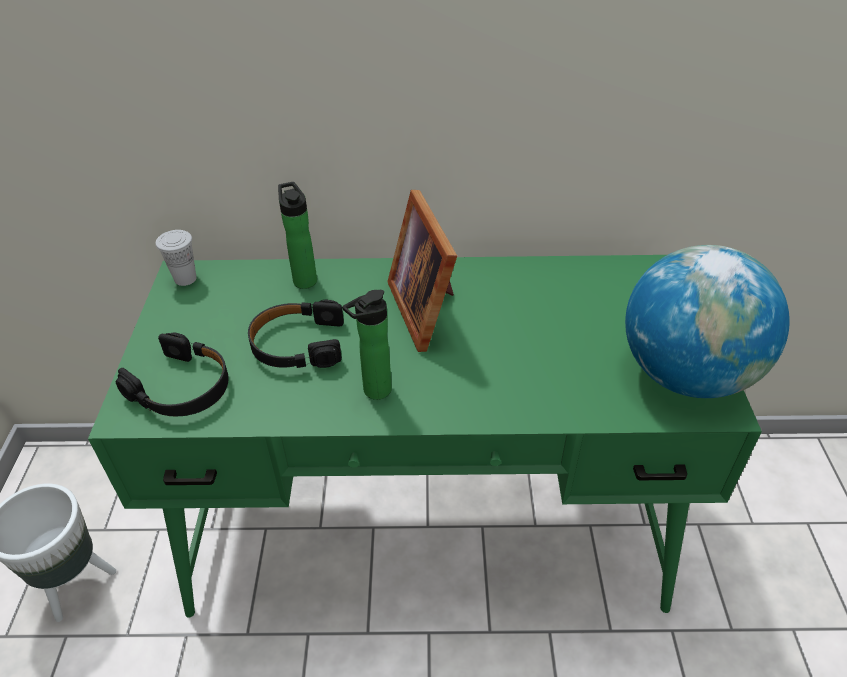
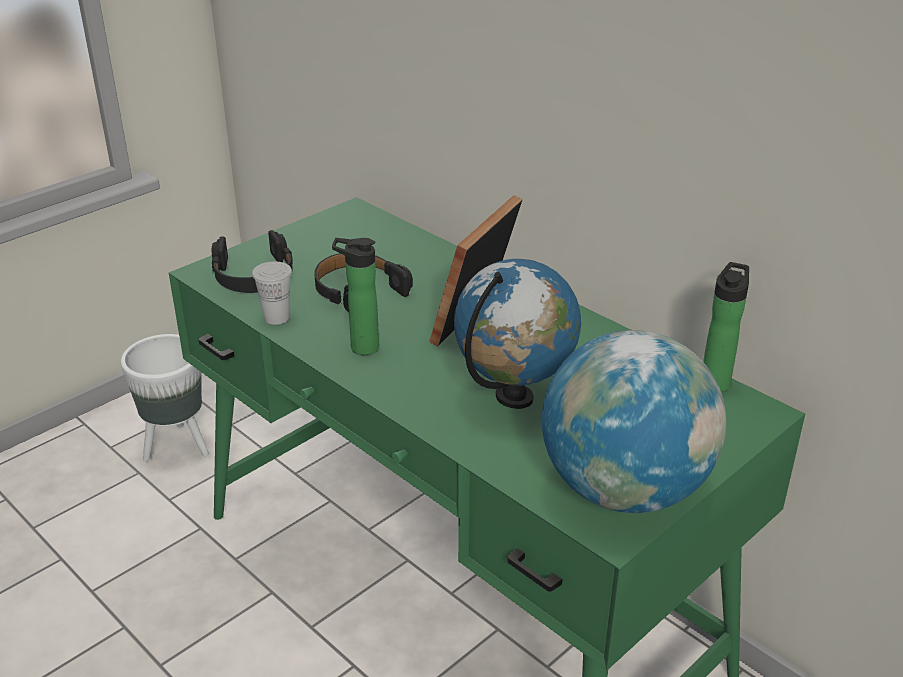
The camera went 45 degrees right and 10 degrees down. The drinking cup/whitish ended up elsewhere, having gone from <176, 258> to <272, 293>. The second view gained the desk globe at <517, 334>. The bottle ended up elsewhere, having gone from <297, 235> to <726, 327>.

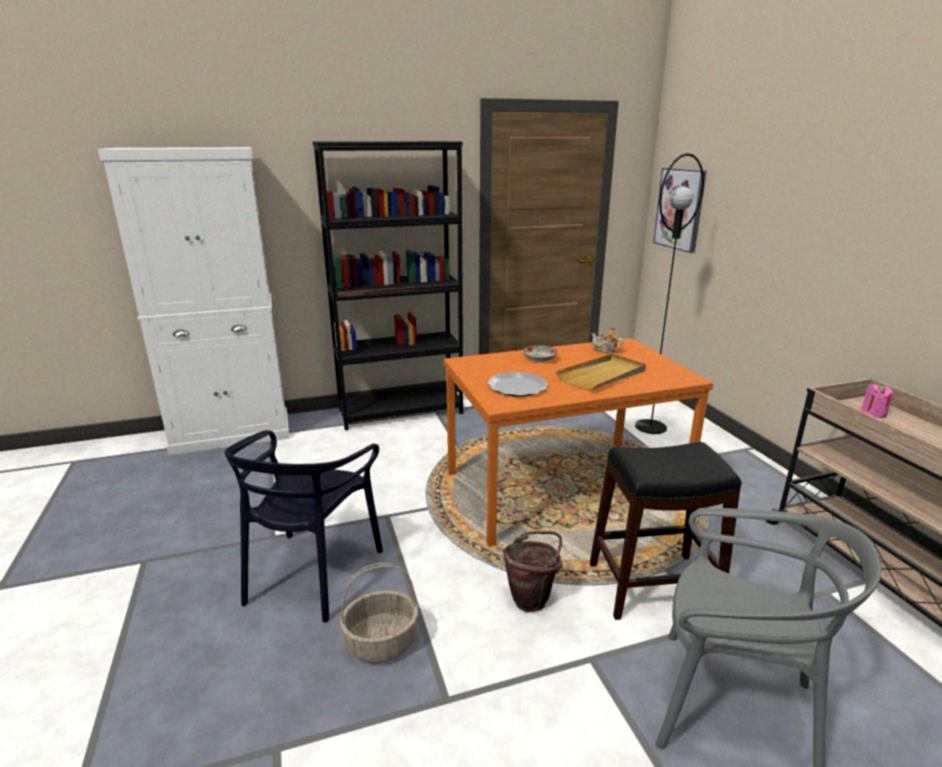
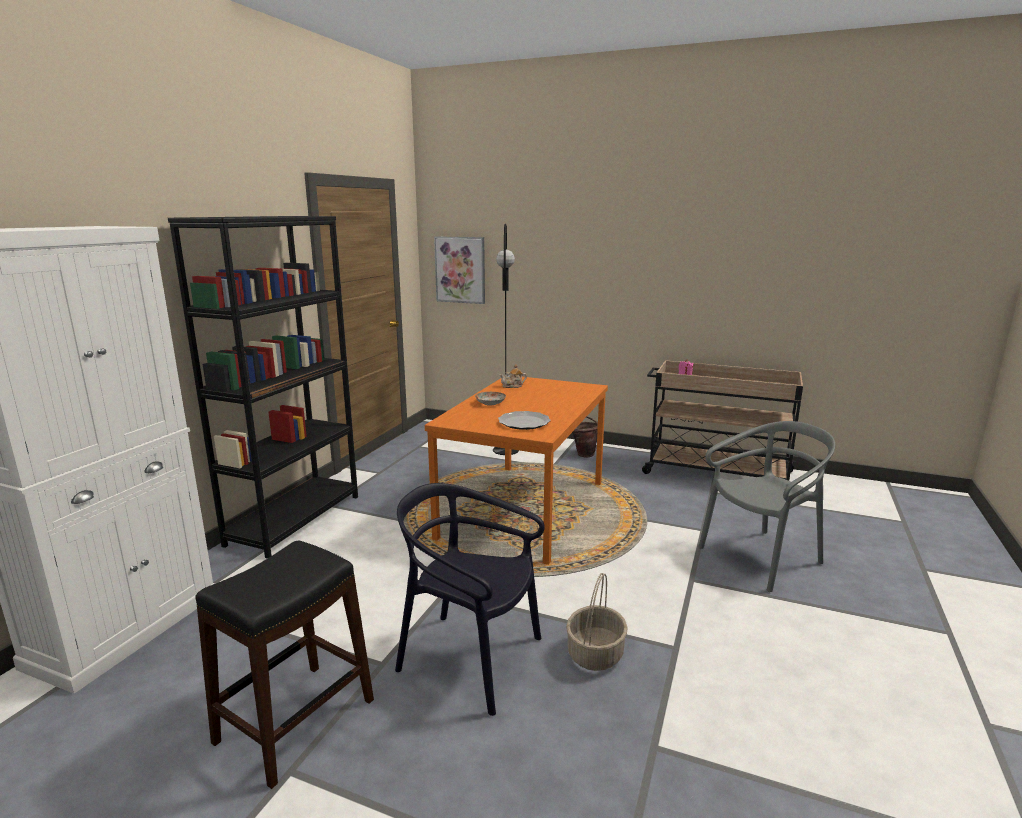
The camera went 50 degrees left and 5 degrees down. The stool seat/black ended up elsewhere, having gone from <666, 531> to <284, 665>. The chair/black at <304, 526> ended up facing another way, 150 degrees clockwise from before. The pail/brownish ended up elsewhere, having gone from <532, 571> to <585, 436>. The second view lost the serving tray/beige at <601, 372>.

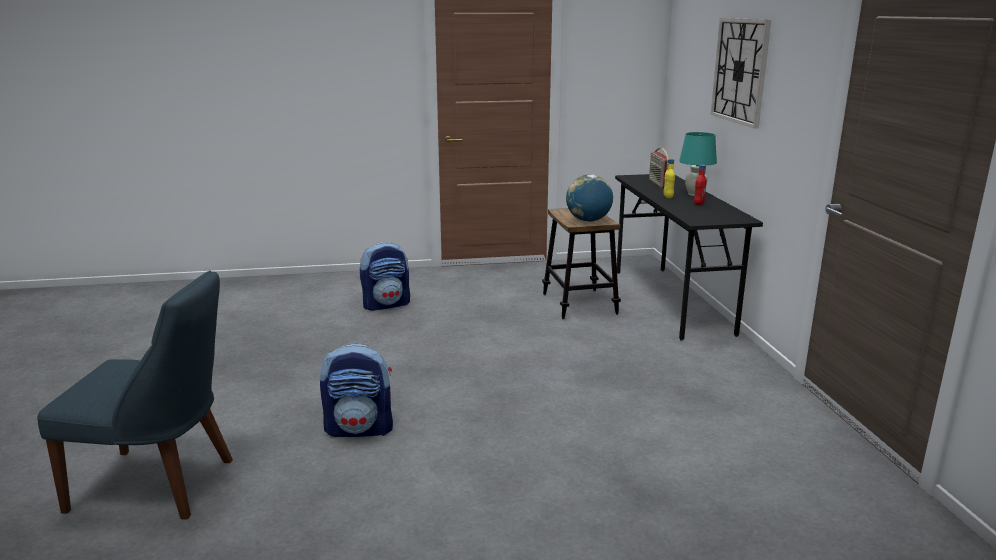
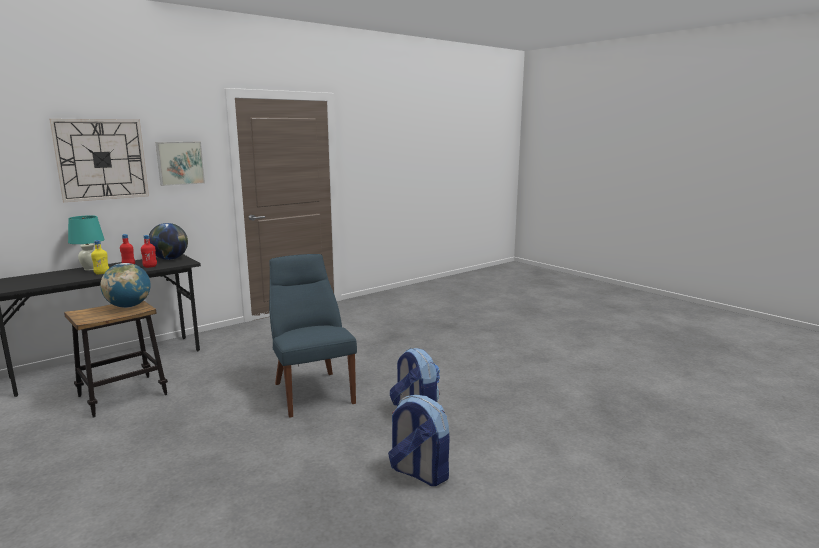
The camera went 120 degrees left and 5 degrees down. The second view gained the bottle/red-coloured at <149, 251>. The second view gained the desk globe at <168, 241>. The second view gained the wall picture at <180, 164>. The chair/blue-coloured ended up elsewhere, having gone from <135, 395> to <313, 336>. The backpack ended up elsewhere, having gone from <385, 276> to <418, 440>. The second view lost the radio receiver at <659, 168>.

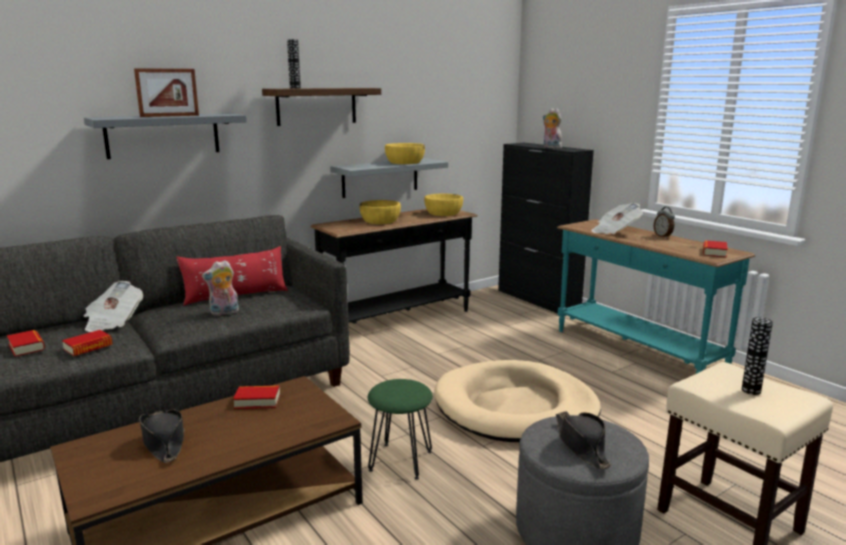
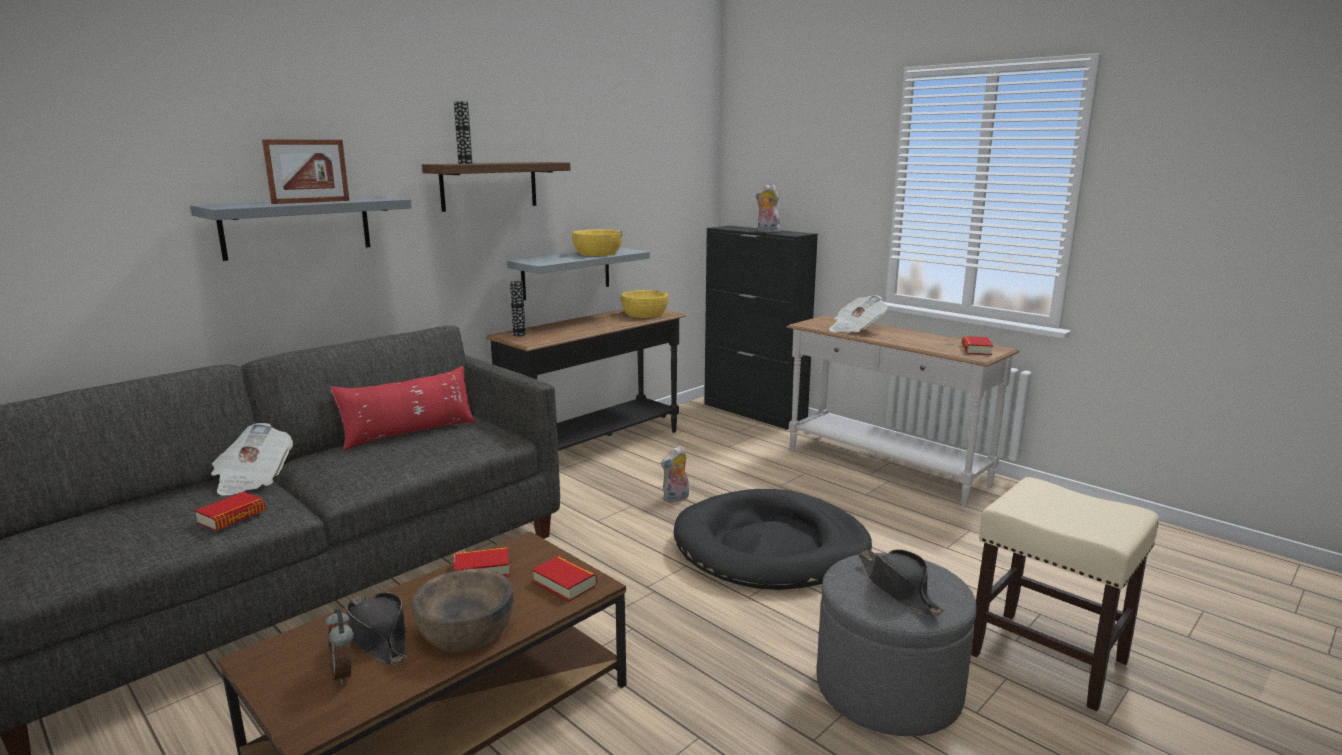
The camera went 10 degrees left and 0 degrees up. The table clock ended up elsewhere, having gone from <664, 222> to <339, 647>. The second view gained the bowl/brownish at <463, 610>. The flower vase ended up elsewhere, having gone from <757, 356> to <518, 308>. The book ended up elsewhere, having gone from <26, 343> to <564, 579>. The soft toy ended up elsewhere, having gone from <220, 288> to <675, 474>. What was the pet bed/beige at <517, 401> turned into the pet bed/black at <773, 539>. What was the narrow table/turquoise-coloured at <656, 296> turned into the narrow table/whitish at <902, 410>. The second view lost the bowl/yellowish at <380, 212>. The second view lost the stool seat/green at <400, 429>.

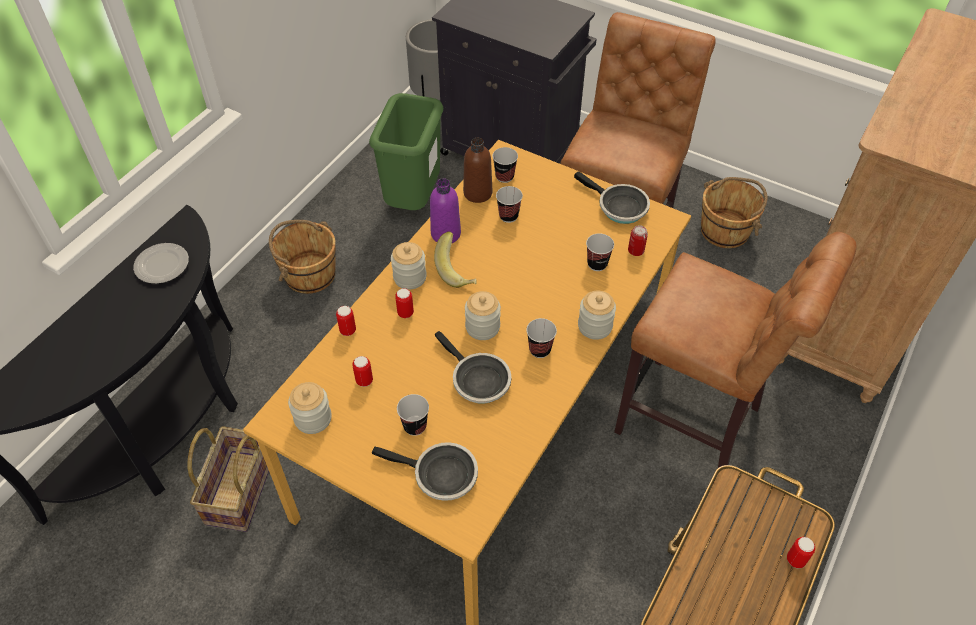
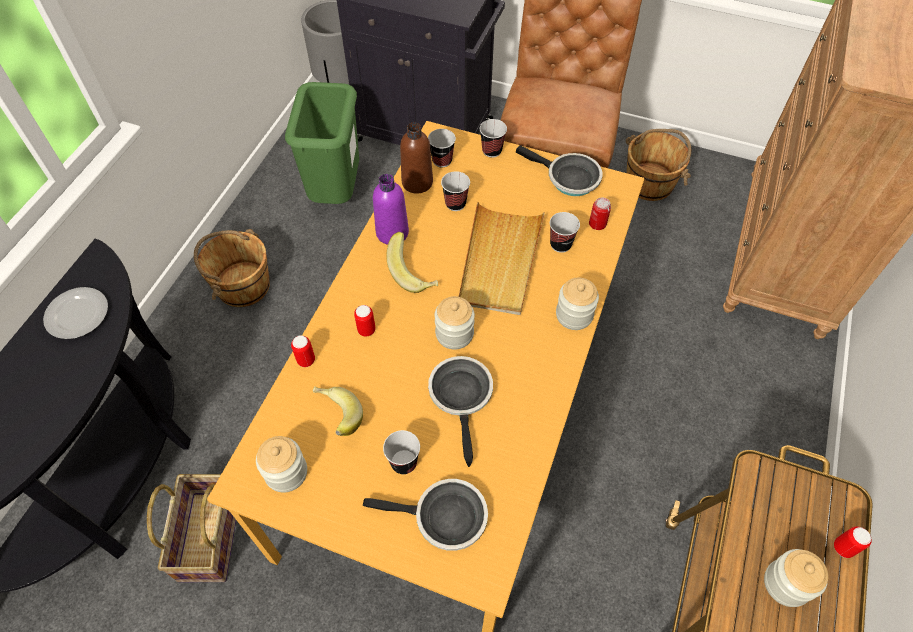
The camera went 10 degrees left and 5 degrees up. Where the sealed can stood at <362, 371>, the whole banana came to stand at <338, 411>. The skillet at <473, 367> ended up facing another way, 135 degrees counterclockwise from before. The second view gained the serving tray/beige at <502, 258>. The drinking cup ended up elsewhere, having gone from <541, 338> to <493, 138>. The preserve jar ended up elsewhere, having gone from <409, 266> to <796, 578>. The second view lost the stool seat/brownish at <735, 350>.

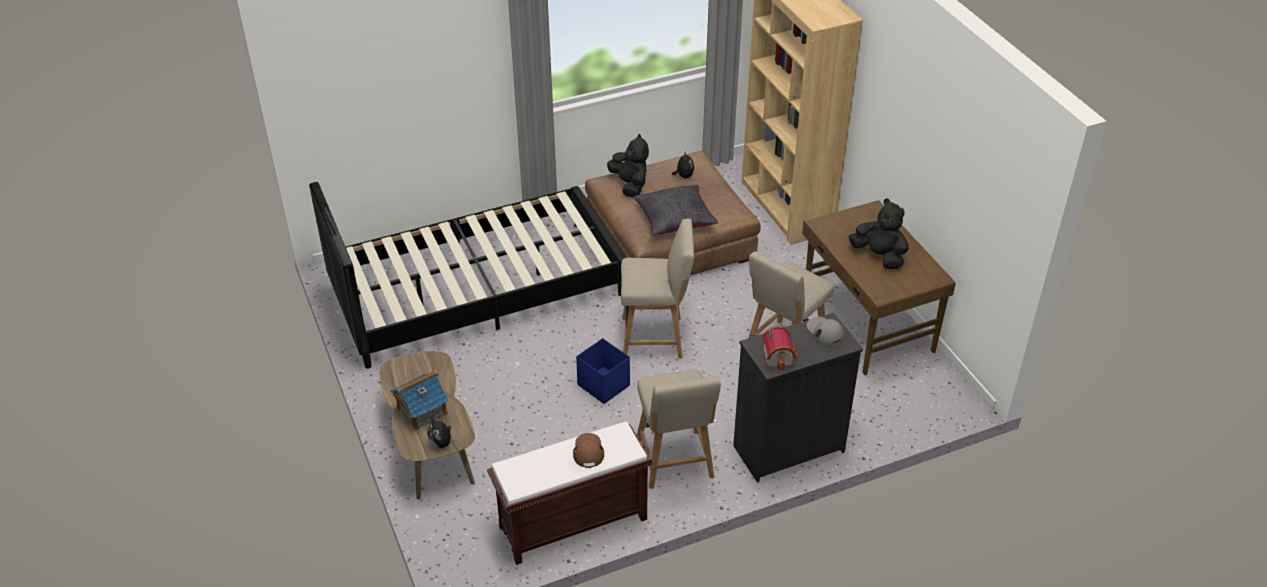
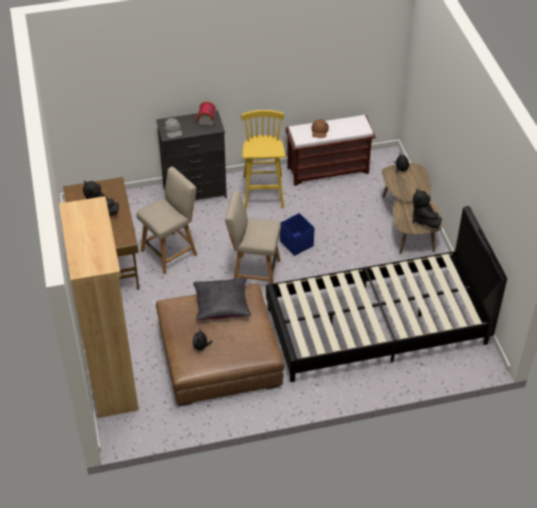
The camera went 170 degrees left and 5 degrees up. Where the chair/beige stood at <679, 429>, the stool seat/yellowish came to stand at <264, 159>. The soft toy/black ended up elsewhere, having gone from <628, 165> to <427, 208>. The second view lost the toy house at <420, 400>.

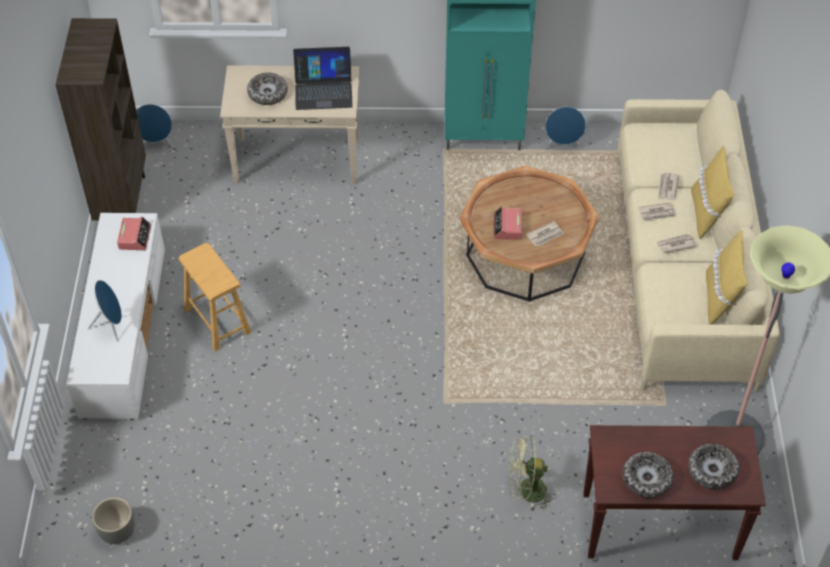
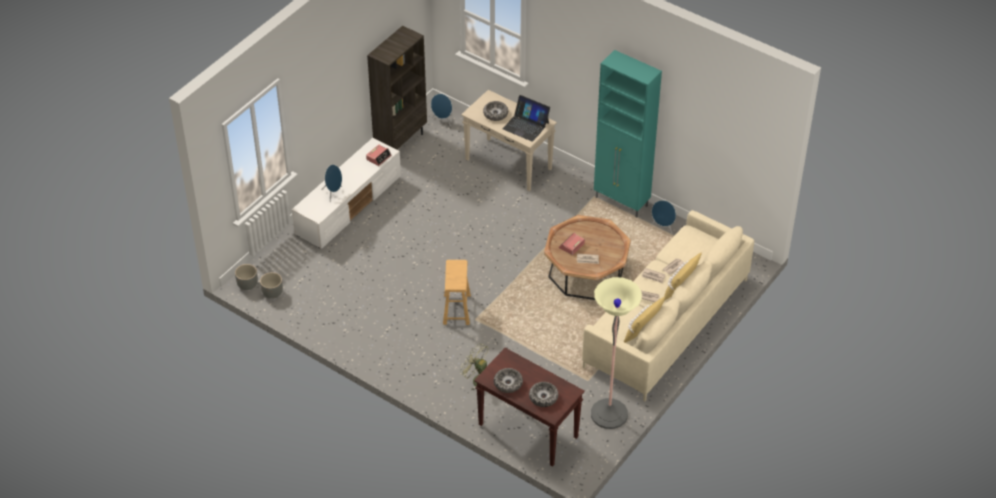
The camera went 35 degrees right and 5 degrees down. The second view gained the flower pot/greyish at <246, 277>. The stool seat/brownish ended up elsewhere, having gone from <214, 297> to <457, 292>.

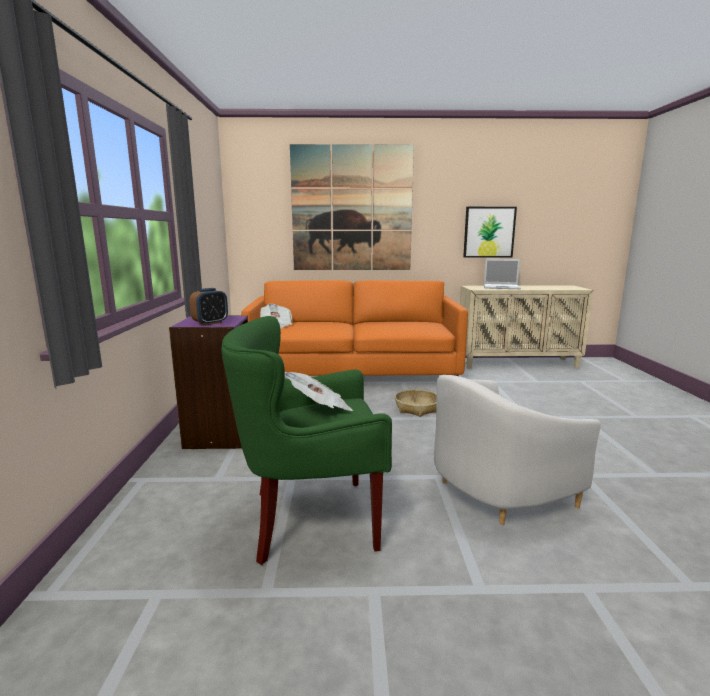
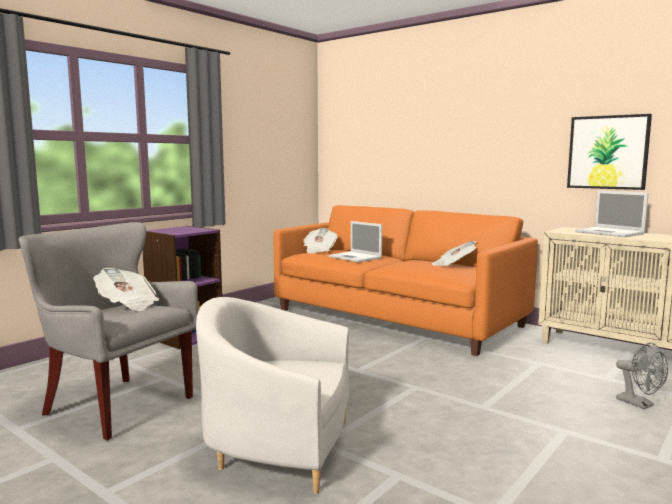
The camera went 40 degrees right and 5 degrees down. What was the easy chair/green at <306, 440> turned into the easy chair/greyish at <108, 331>. The second view gained the laptop at <355, 241>. The second view gained the newspaper at <454, 253>. The second view gained the fan/greyish at <642, 375>. The second view lost the table clock at <209, 306>. The second view lost the wall picture at <352, 207>. The second view lost the basket at <416, 403>.

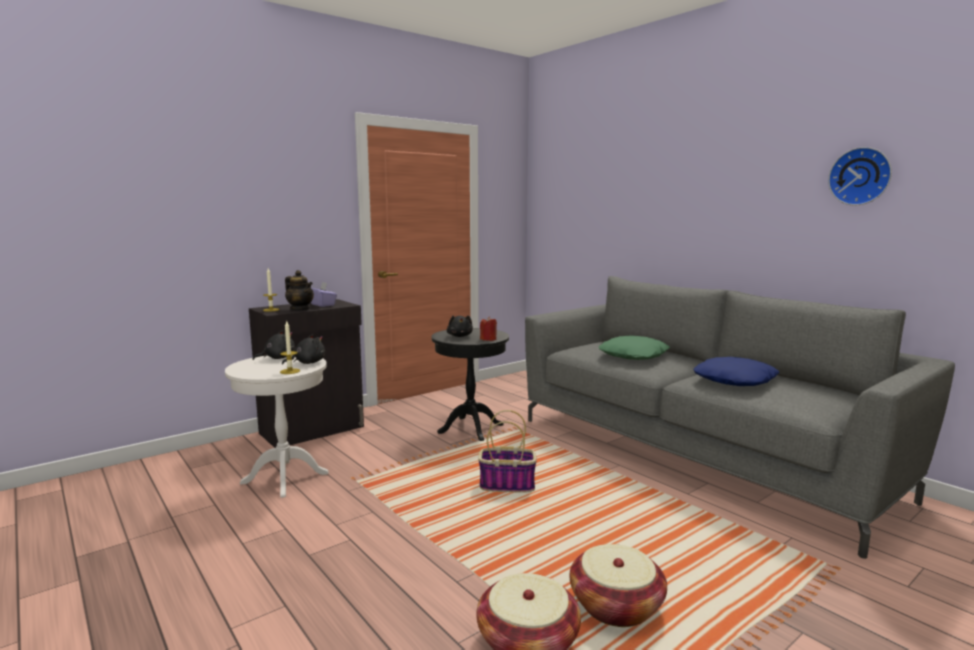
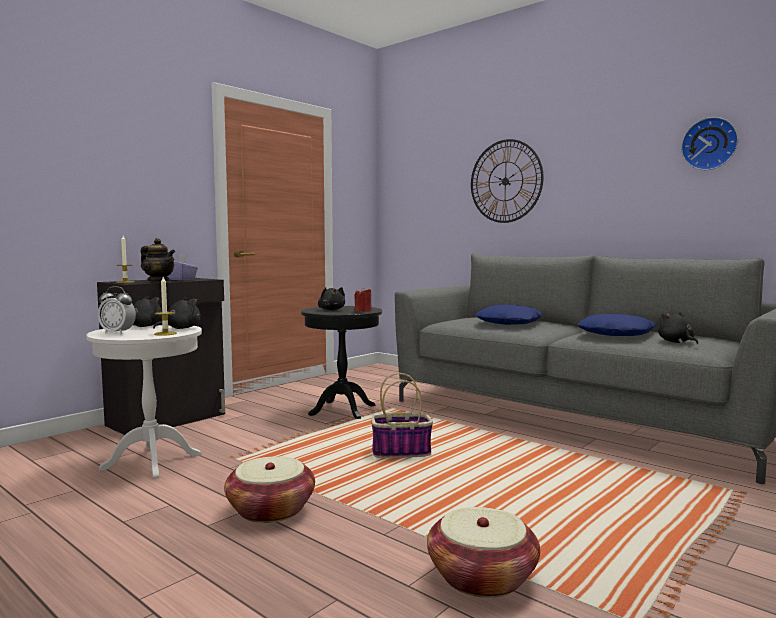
The camera went 10 degrees left and 5 degrees down. The second view gained the table clock at <117, 310>. The basket ended up elsewhere, having gone from <618, 585> to <269, 489>. The second view gained the wall clock at <507, 181>. What was the cushion/green at <634, 347> turned into the cushion/blue-coloured at <509, 315>. The second view gained the soft toy/black at <678, 328>.

